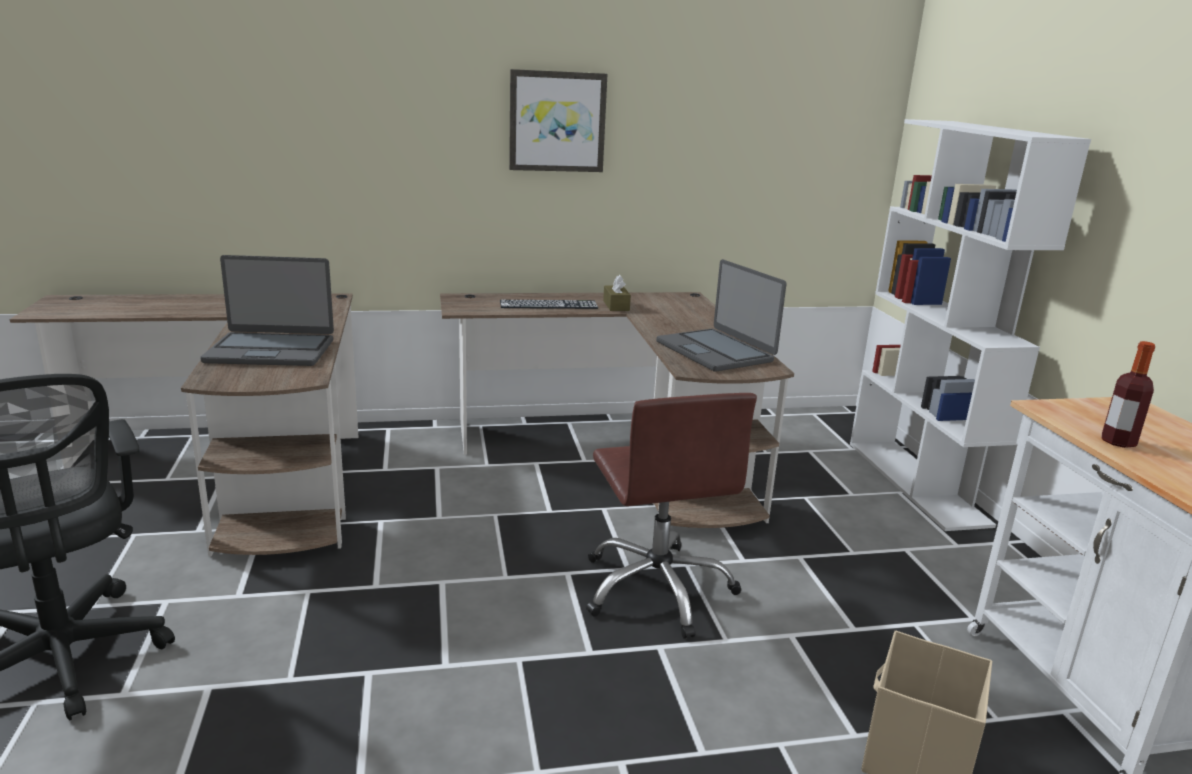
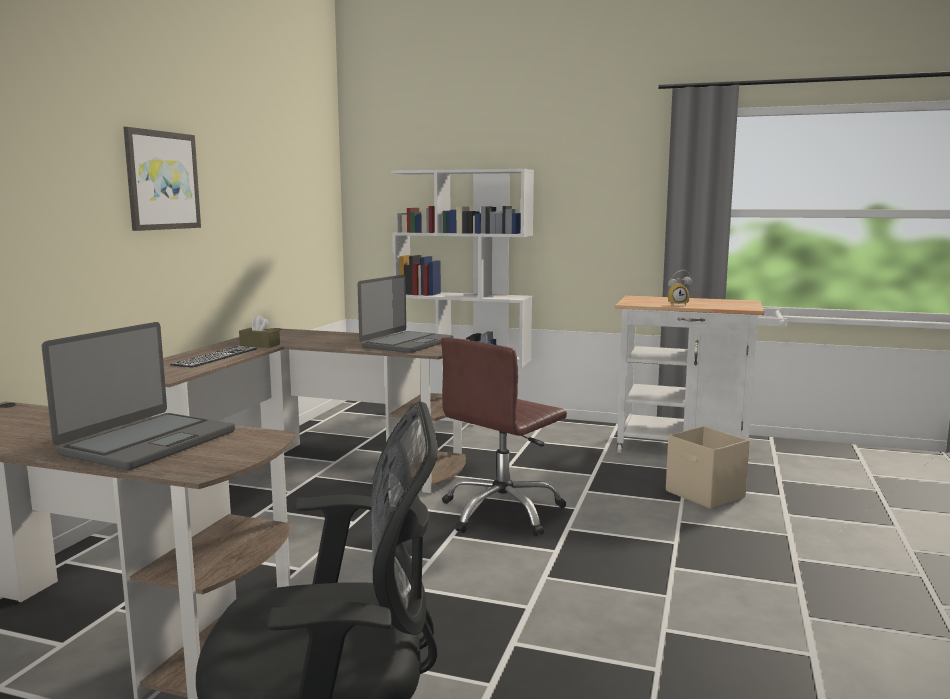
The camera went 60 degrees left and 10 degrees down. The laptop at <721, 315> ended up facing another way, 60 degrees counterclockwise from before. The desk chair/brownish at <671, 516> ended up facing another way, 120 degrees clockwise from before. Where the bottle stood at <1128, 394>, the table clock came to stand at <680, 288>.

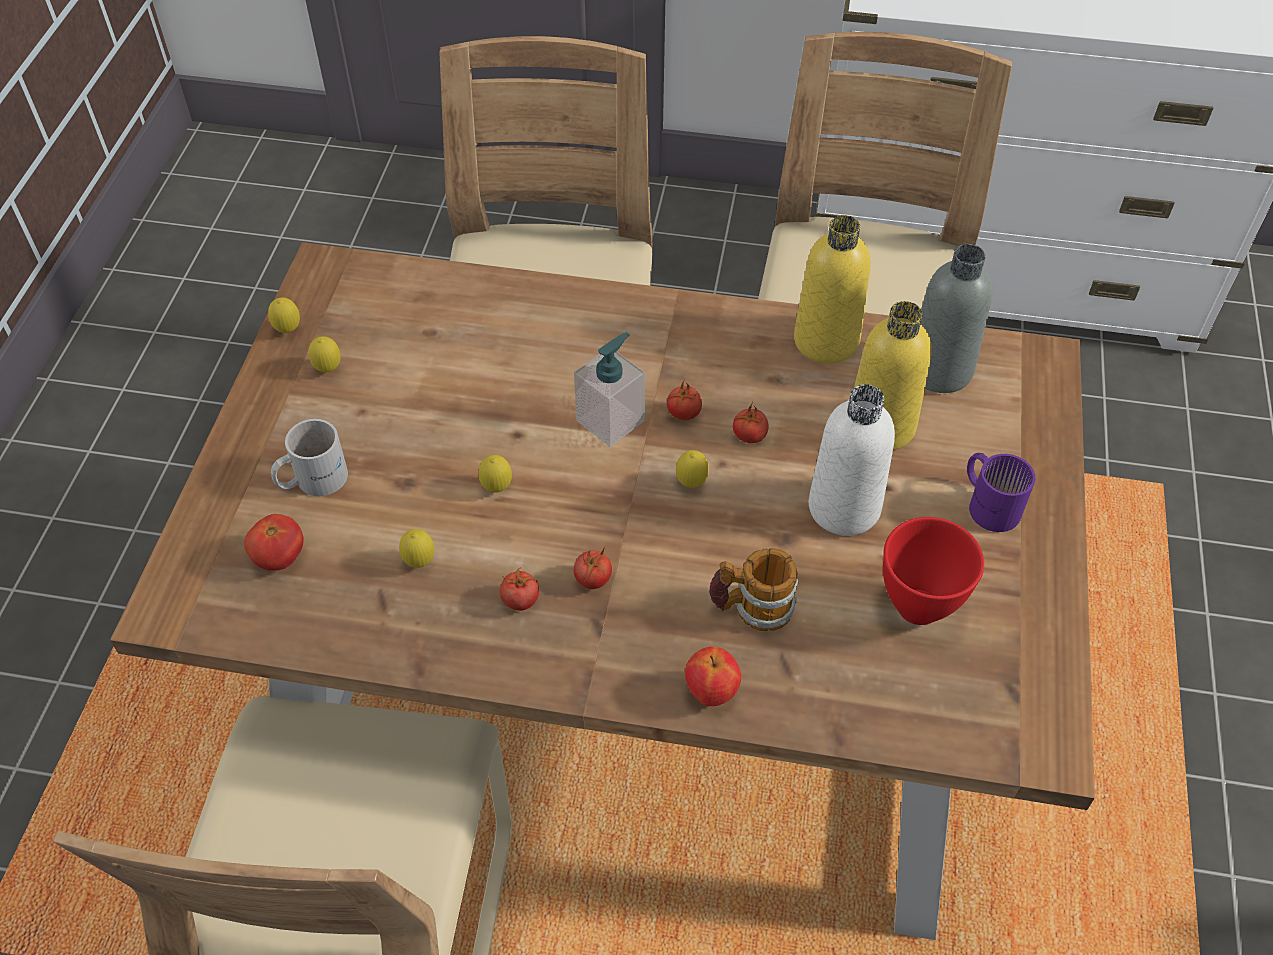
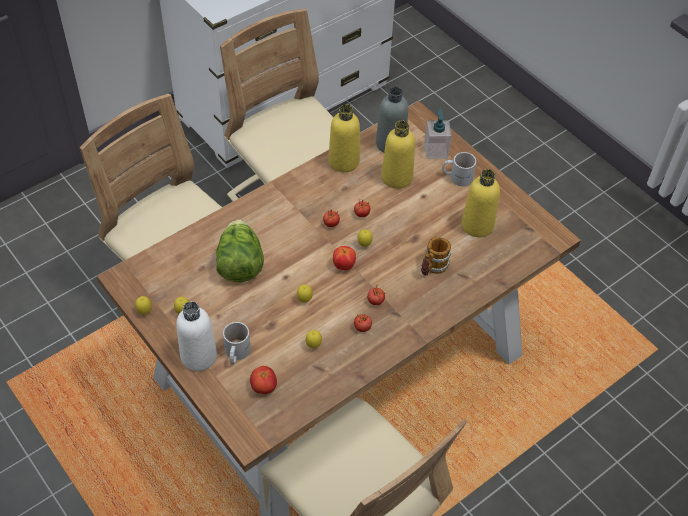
The camera went 50 degrees left and 0 degrees up. The bottle/whitish ended up elsewhere, having gone from <852, 460> to <196, 336>. The second view gained the lettuce head at <240, 251>. The apple fruit ended up elsewhere, having gone from <713, 676> to <344, 258>. The soap dispenser ended up elsewhere, having gone from <609, 389> to <437, 133>. What was the mug/purple-coloured at <1001, 492> turned into the mug/whitish at <459, 169>. Where the bowl/red-coloured stood at <933, 571>, the bottle/yellowish came to stand at <481, 203>.

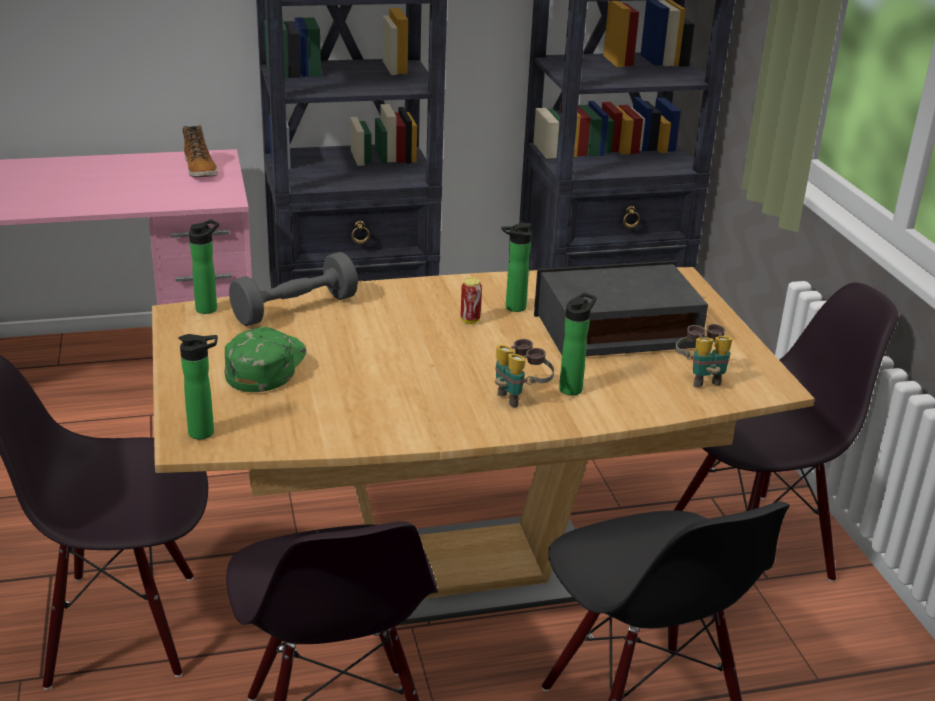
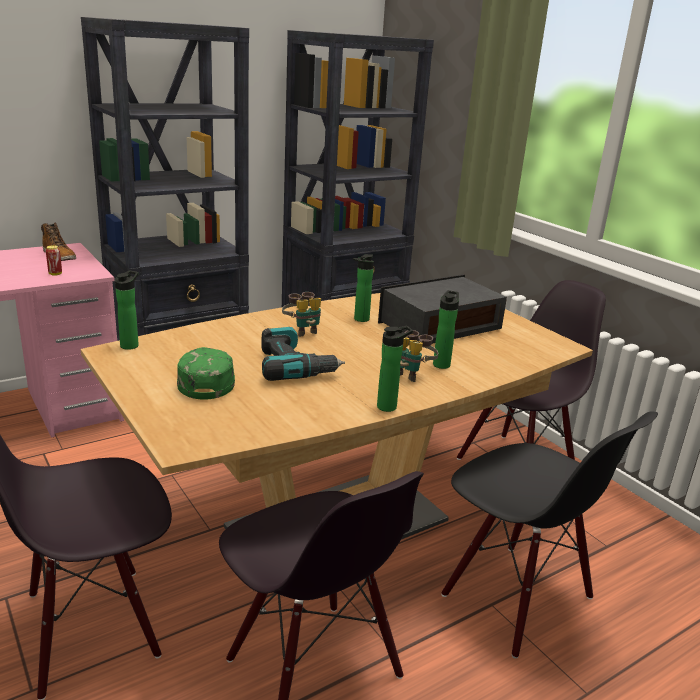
The camera went 20 degrees left and 5 degrees down. The sealed can ended up elsewhere, having gone from <471, 300> to <54, 260>. The second view gained the power drill at <303, 354>. The field glasses ended up elsewhere, having gone from <704, 355> to <301, 314>. The bottle ended up elsewhere, having gone from <198, 386> to <395, 369>. The second view lost the hand weight/greyish at <293, 289>.

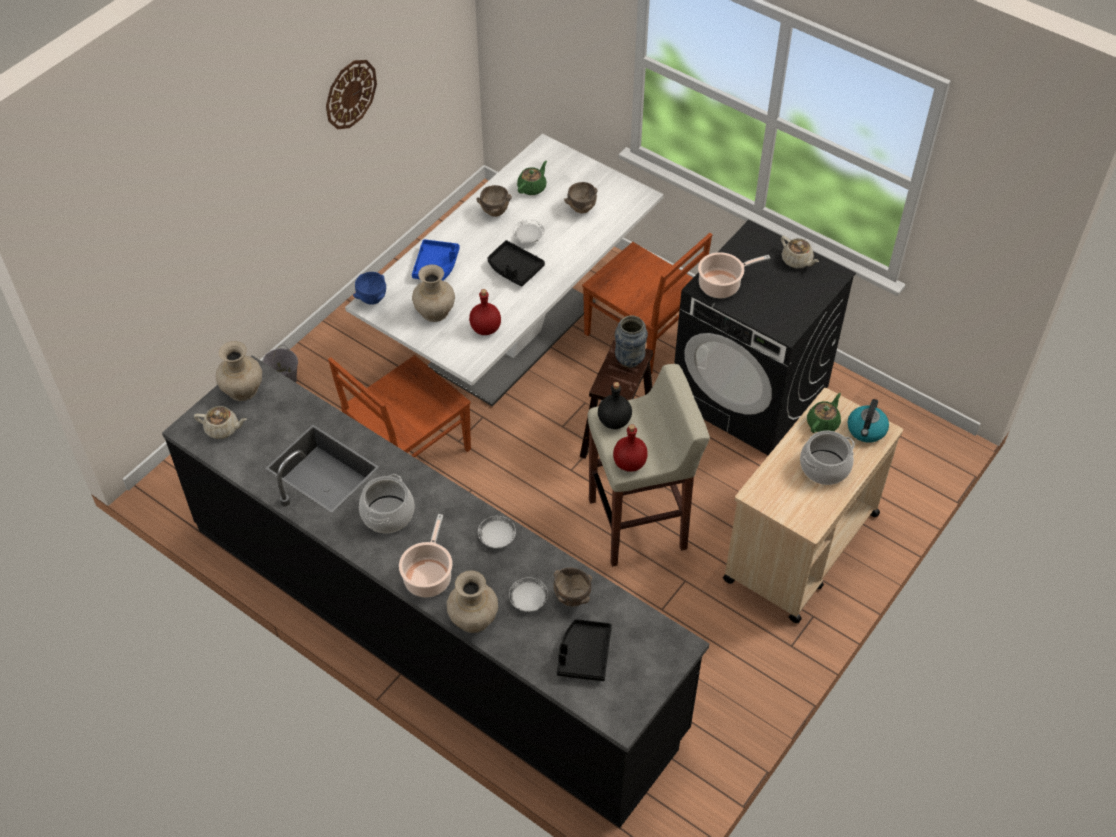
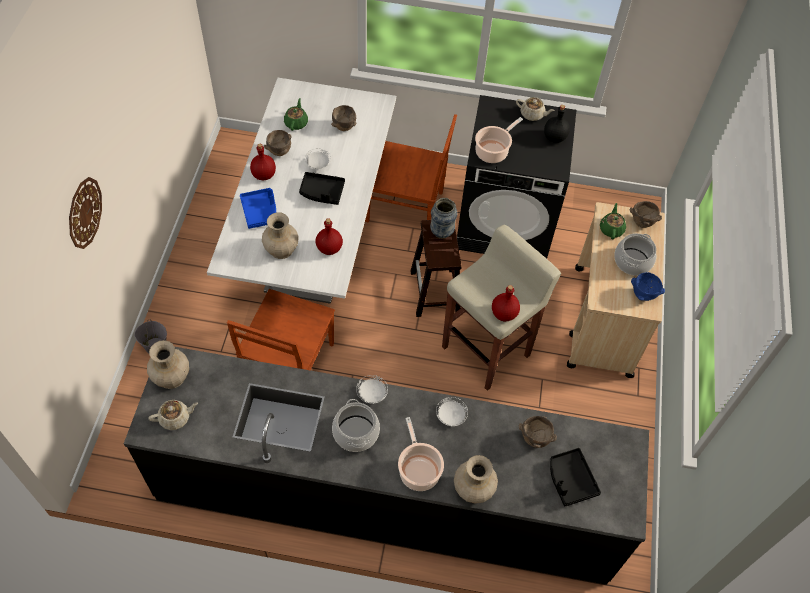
The camera went 30 degrees left and 5 degrees up. The wall clock ended up elsewhere, having gone from <351, 94> to <85, 213>. The second view gained the bottle/red-coloured at <263, 162>. The plate/whitish ended up elsewhere, having gone from <528, 594> to <372, 389>. The bottle/black ended up elsewhere, having gone from <615, 405> to <557, 124>. Where the tea kettle stood at <868, 421>, the bowl/brownish came to stand at <646, 214>. The bowl/blue-coloured ended up elsewhere, having gone from <369, 288> to <648, 286>.

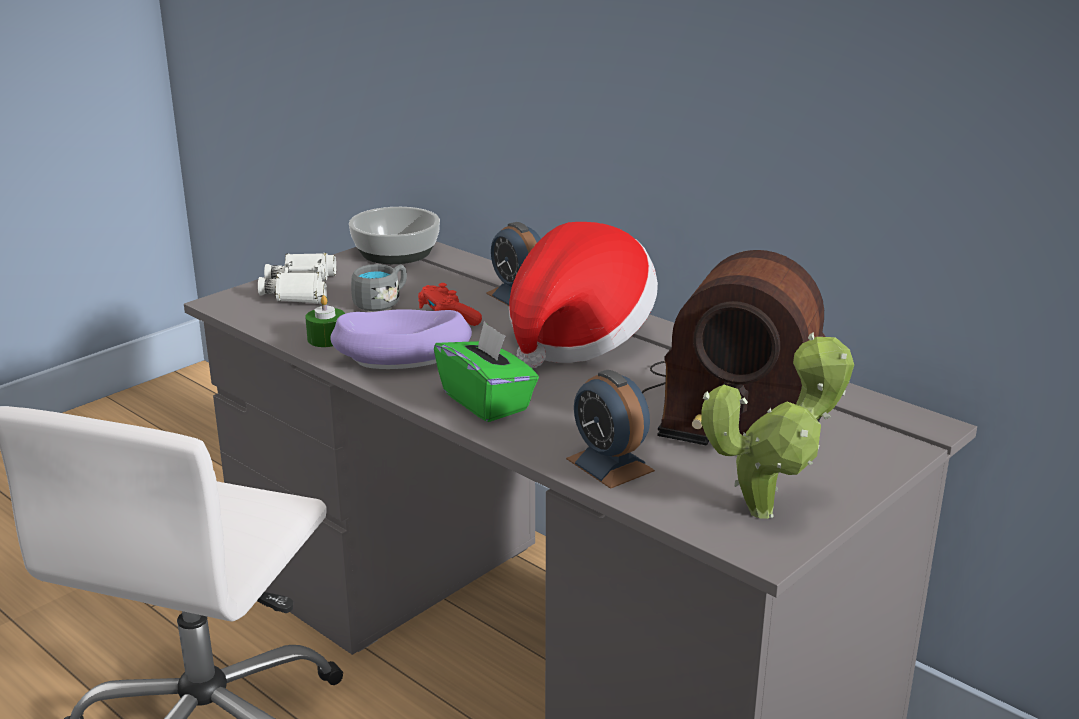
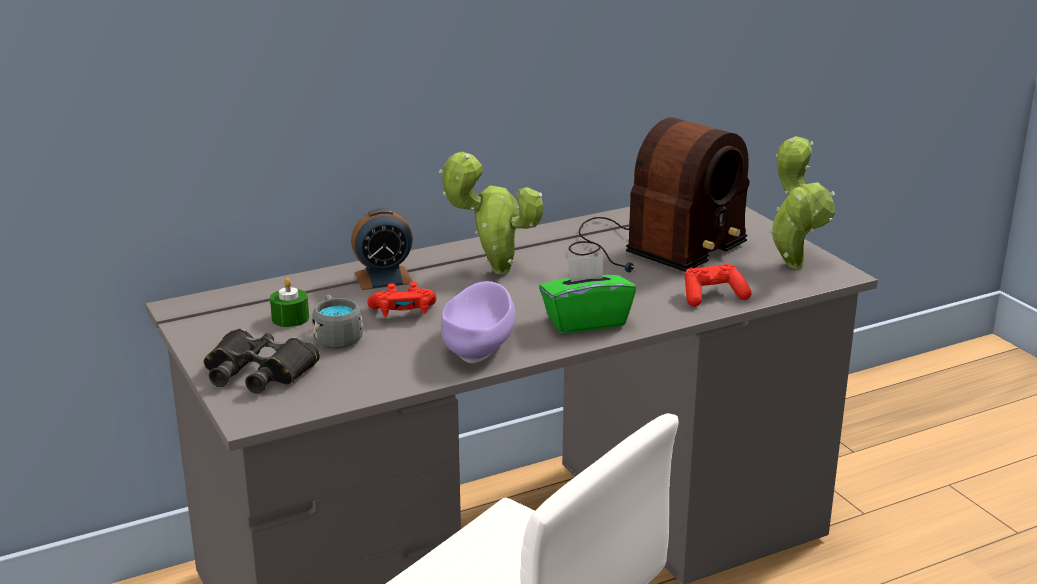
The camera went 70 degrees left and 0 degrees up. What was the field glasses/whitish at <297, 278> turned into the field glasses/black at <262, 361>. The wax candle/green ended up elsewhere, having gone from <325, 321> to <289, 302>. Where the clothing hat stood at <583, 295>, the plant in a pot came to stand at <491, 213>. Where the table clock stood at <610, 429>, the game controller/red-coloured came to stand at <718, 285>. The second view lost the bowl at <394, 235>.

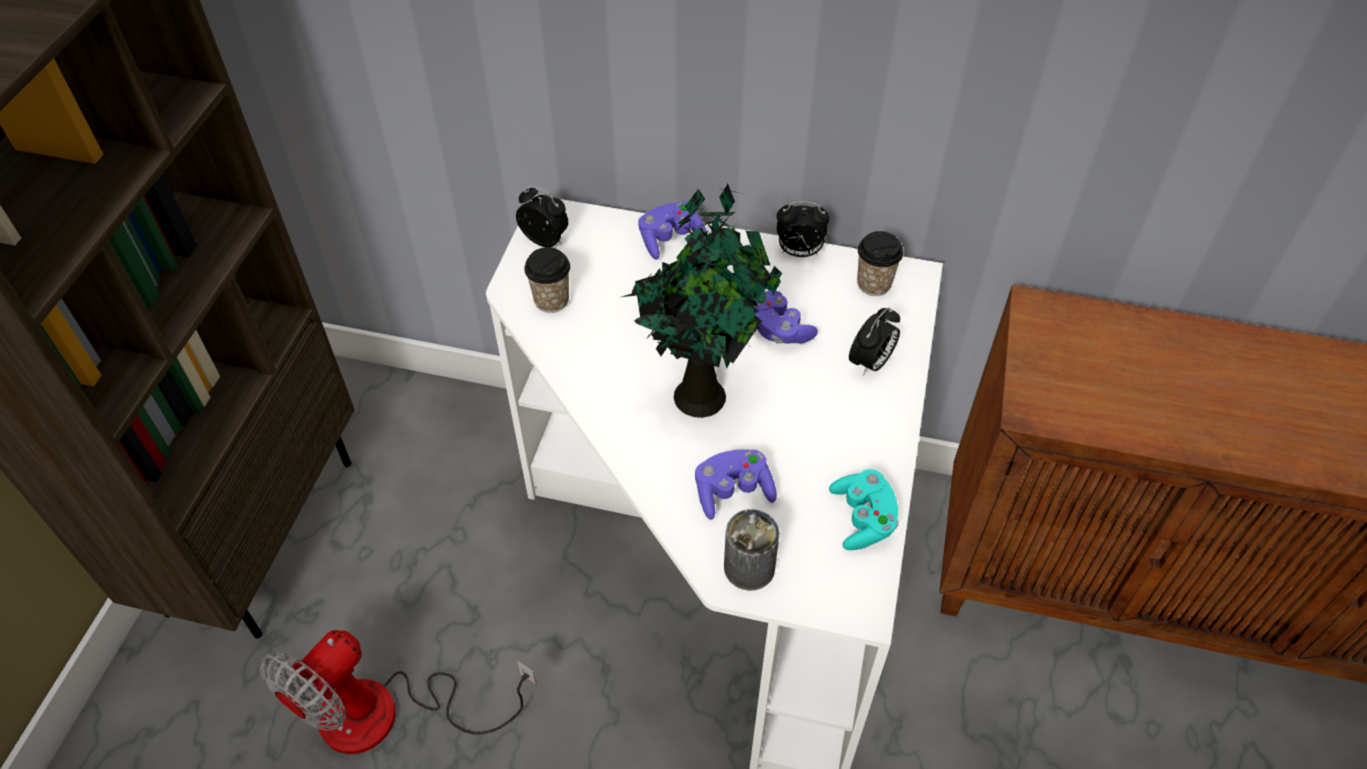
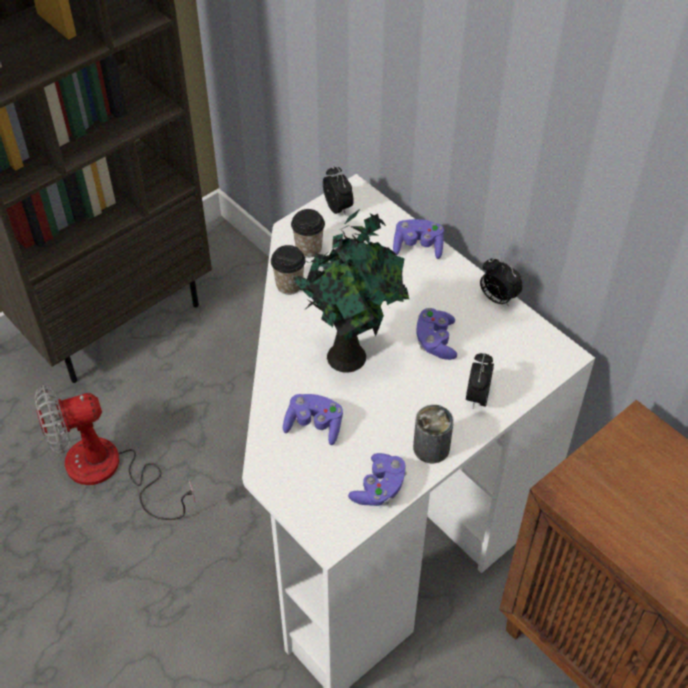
The camera went 35 degrees right and 0 degrees up. The drinking cup ended up elsewhere, having gone from <880, 263> to <288, 270>. What was the game controller/turquoise-coloured at <864, 509> turned into the game controller/purple-coloured at <377, 479>. The sealed can ended up elsewhere, having gone from <752, 550> to <433, 434>. The table clock at <874, 341> ended up facing another way, 120 degrees clockwise from before.

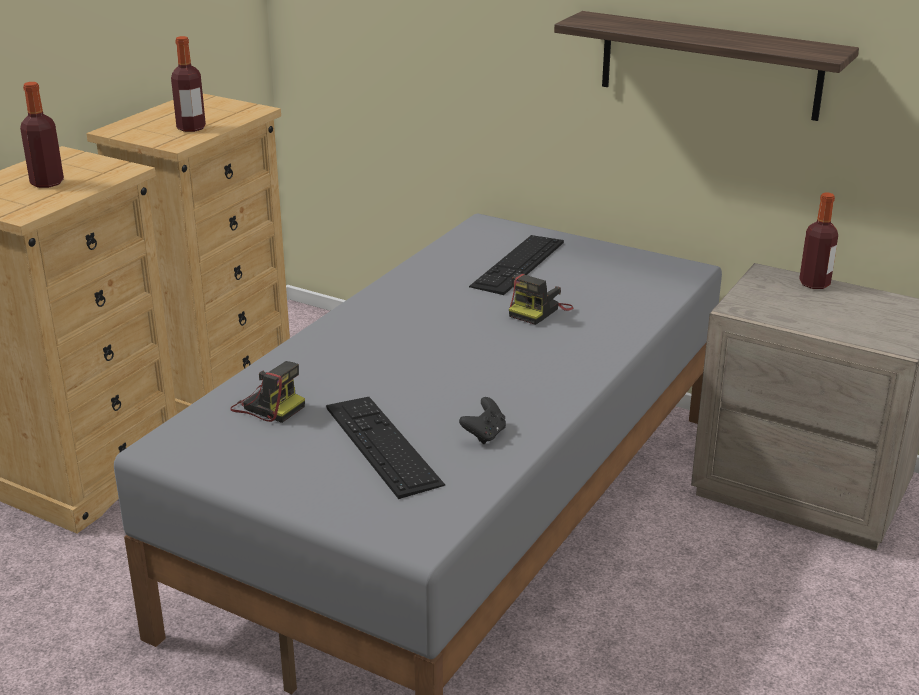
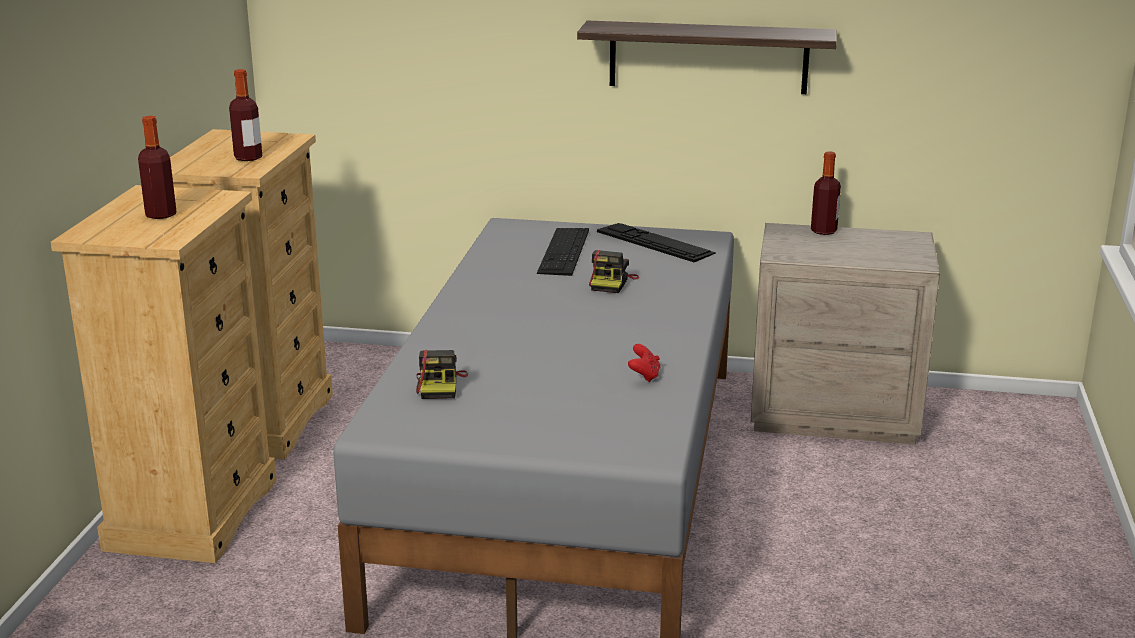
The camera went 20 degrees left and 5 degrees down. The still camera at <267, 392> ended up facing another way, 75 degrees clockwise from before. The computer keyboard ended up elsewhere, having gone from <385, 448> to <656, 242>. What was the game controller/black at <482, 420> turned into the game controller/red-coloured at <644, 363>.

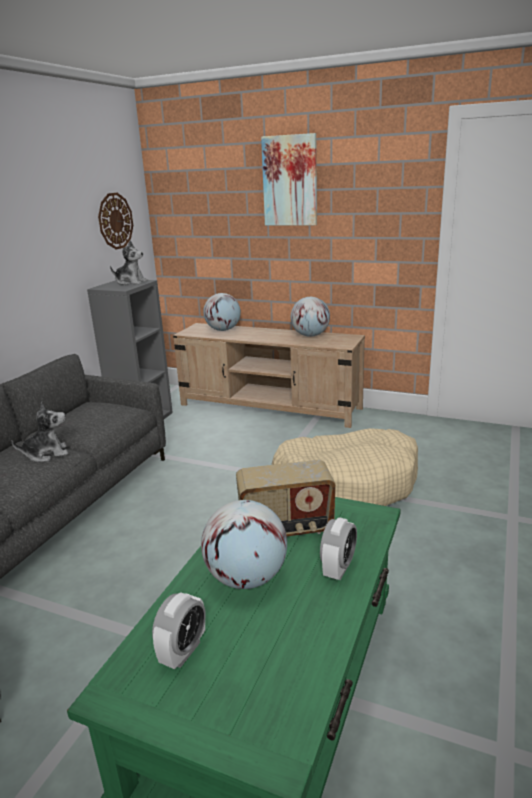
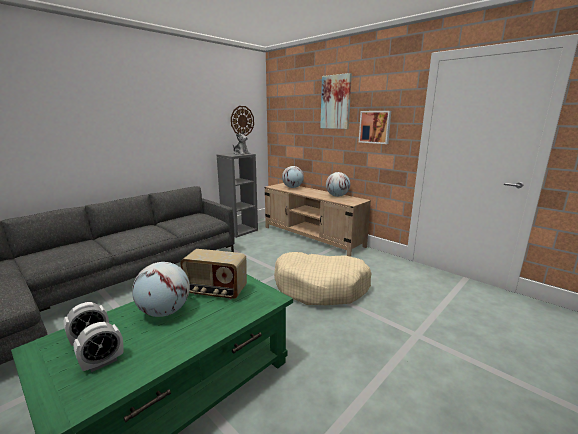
The camera went 20 degrees right and 5 degrees down. The table clock ended up elsewhere, having gone from <338, 548> to <98, 347>. The second view gained the wall picture at <375, 127>. The second view lost the soft toy at <39, 432>.

